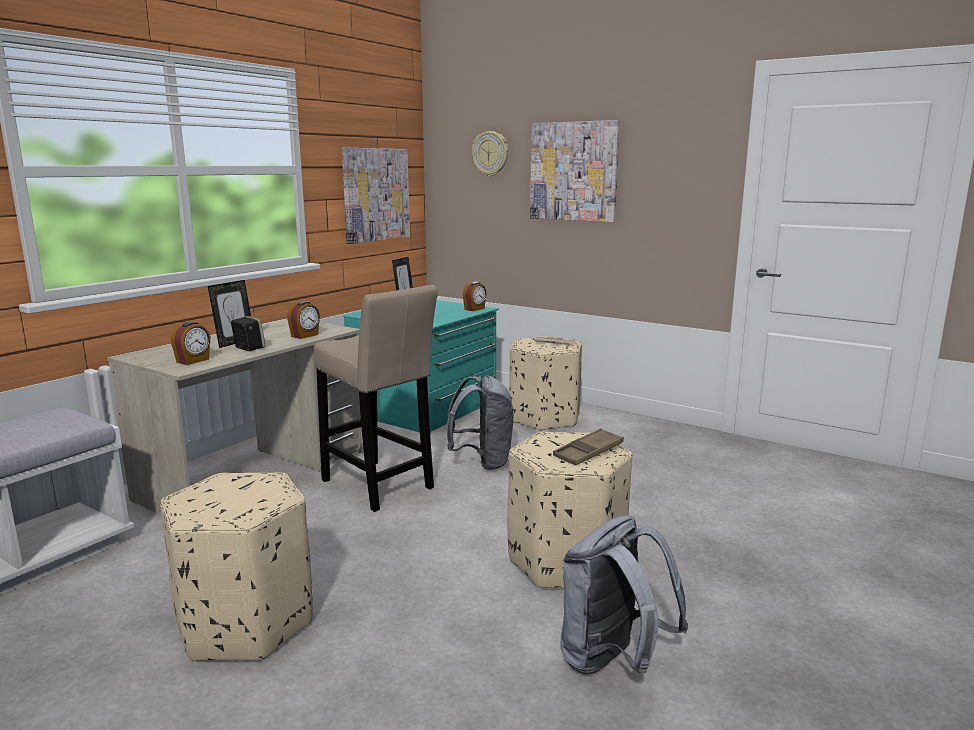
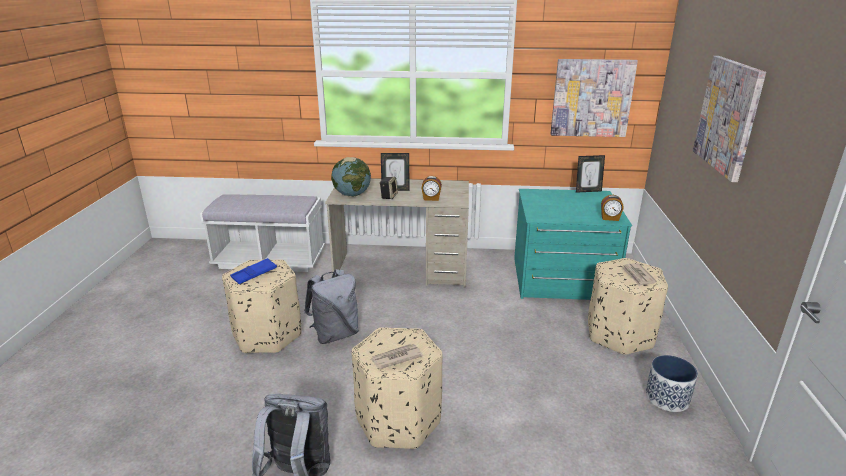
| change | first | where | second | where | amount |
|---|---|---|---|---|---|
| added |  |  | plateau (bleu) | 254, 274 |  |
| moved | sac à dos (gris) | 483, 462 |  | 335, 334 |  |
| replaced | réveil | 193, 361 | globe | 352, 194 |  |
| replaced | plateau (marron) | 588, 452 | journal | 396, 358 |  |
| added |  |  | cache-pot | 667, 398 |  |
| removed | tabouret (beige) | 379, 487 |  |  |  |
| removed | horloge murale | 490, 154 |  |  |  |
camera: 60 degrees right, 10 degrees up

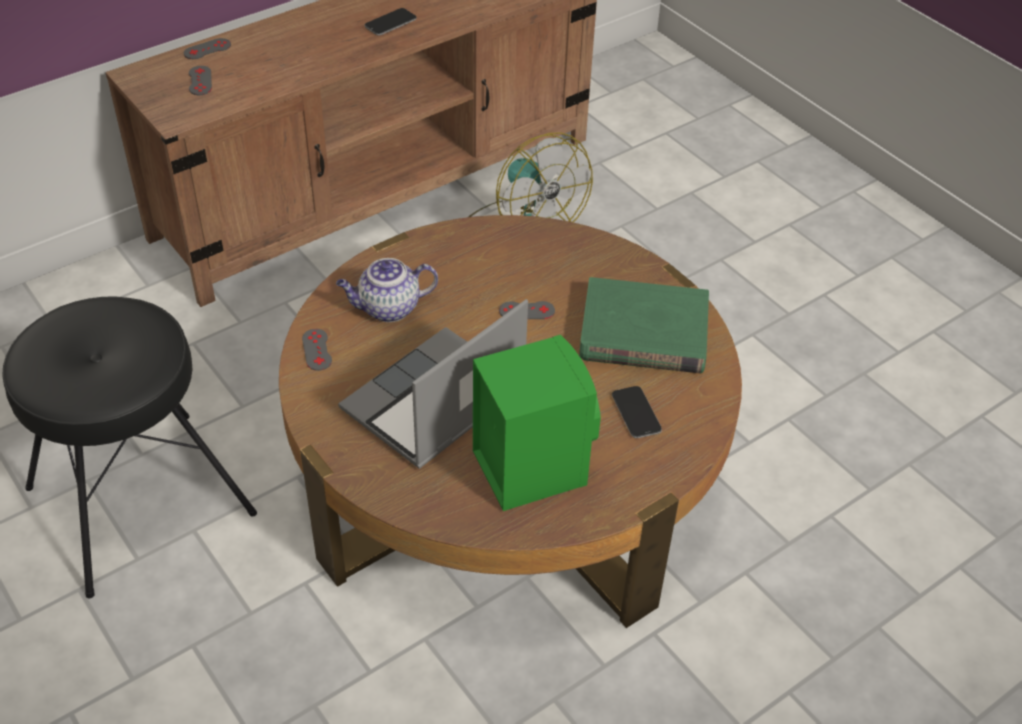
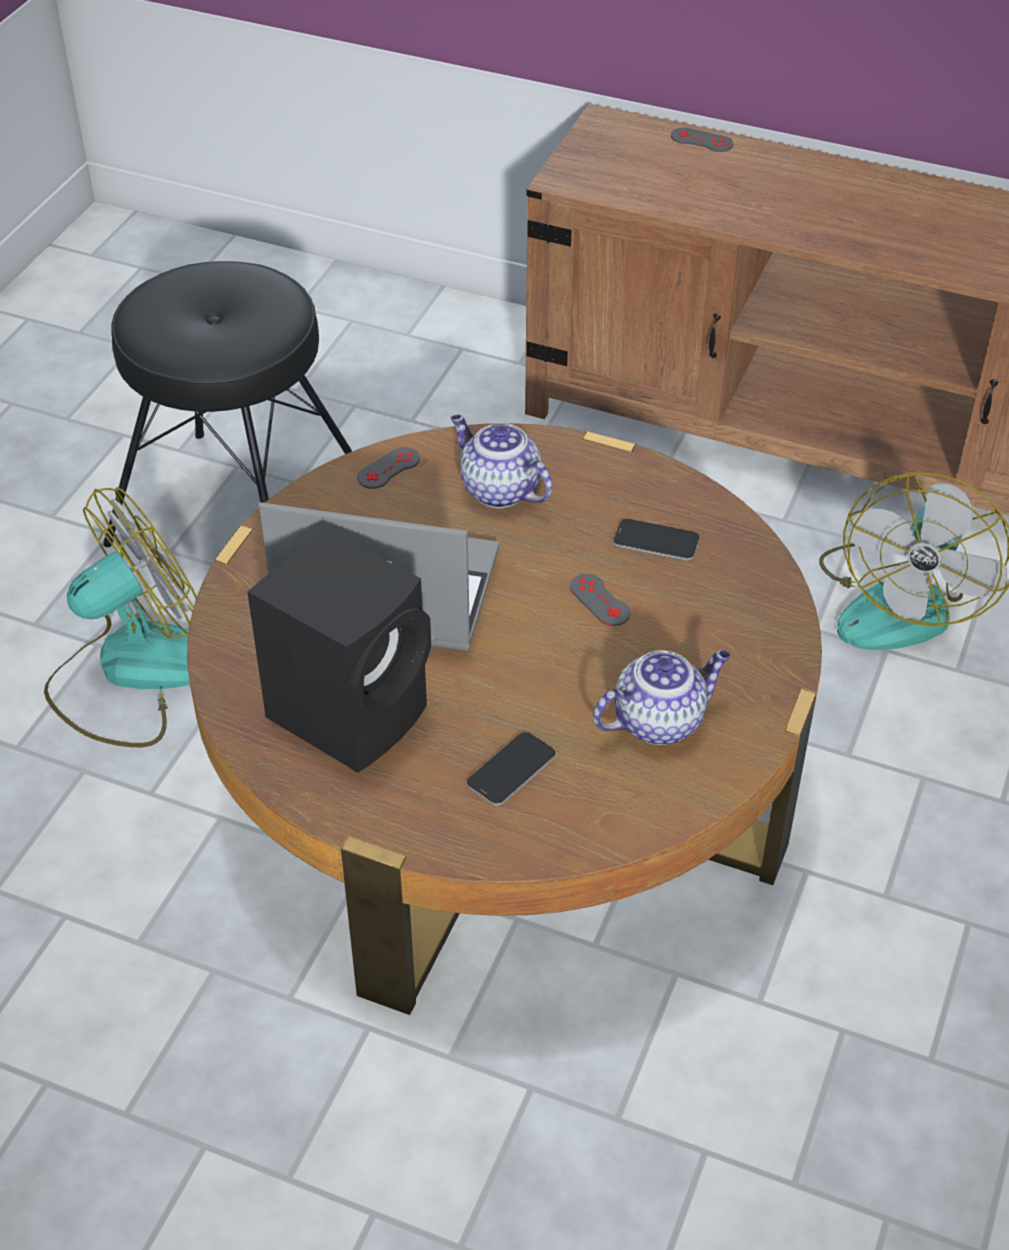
| change | first | where | second | where | amount |
|---|---|---|---|---|---|
| added |  |  | ventilateur | 132, 672 |  |
| recoloured | enceinte (vert) | 529, 465 | enceinte (noir) | 352, 710 |  |
| replaced | livre (vert) | 643, 332 | théière | 660, 720 |  |
| moved | téléphone | 390, 23 |  | 656, 541 |  |
| removed | manette (gris) | 200, 81 |  |  |  |
camera: 60 degrees right, 0 degrees up

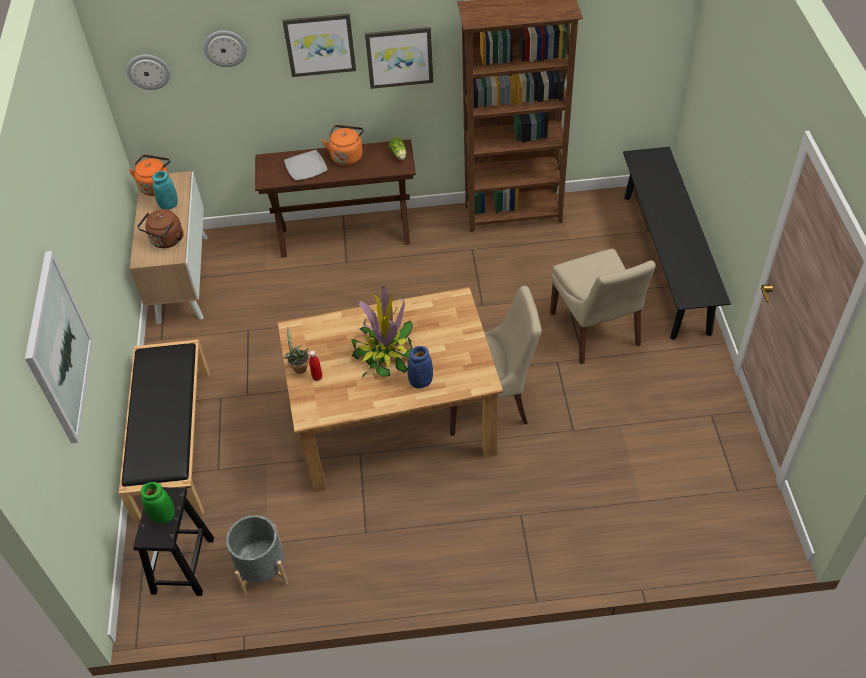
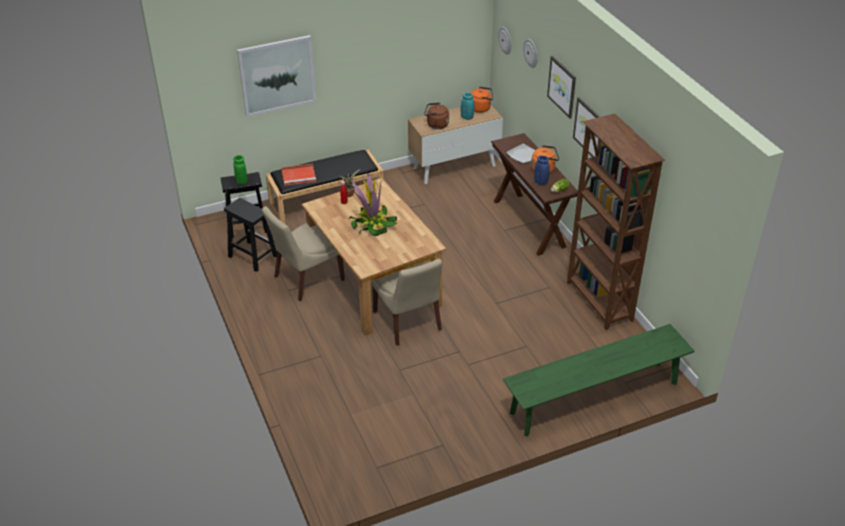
| change | first | where | second | where | amount |
|---|---|---|---|---|---|
| replaced | cache-pot (gris) | 263, 570 | tabouret (noir) | 252, 256 |  |
| moved | chaise (beige) | 596, 331 |  | 307, 279 |  |
| added |  |  | plateau (rouge) | 299, 176 |  |
| recoloured | banc (noir) | 665, 262 | banc (vert) | 594, 398 |  |
| moved | vase (bleu) | 421, 382 |  | 540, 182 |  |
camera: 70 degrees right, 10 degrees down

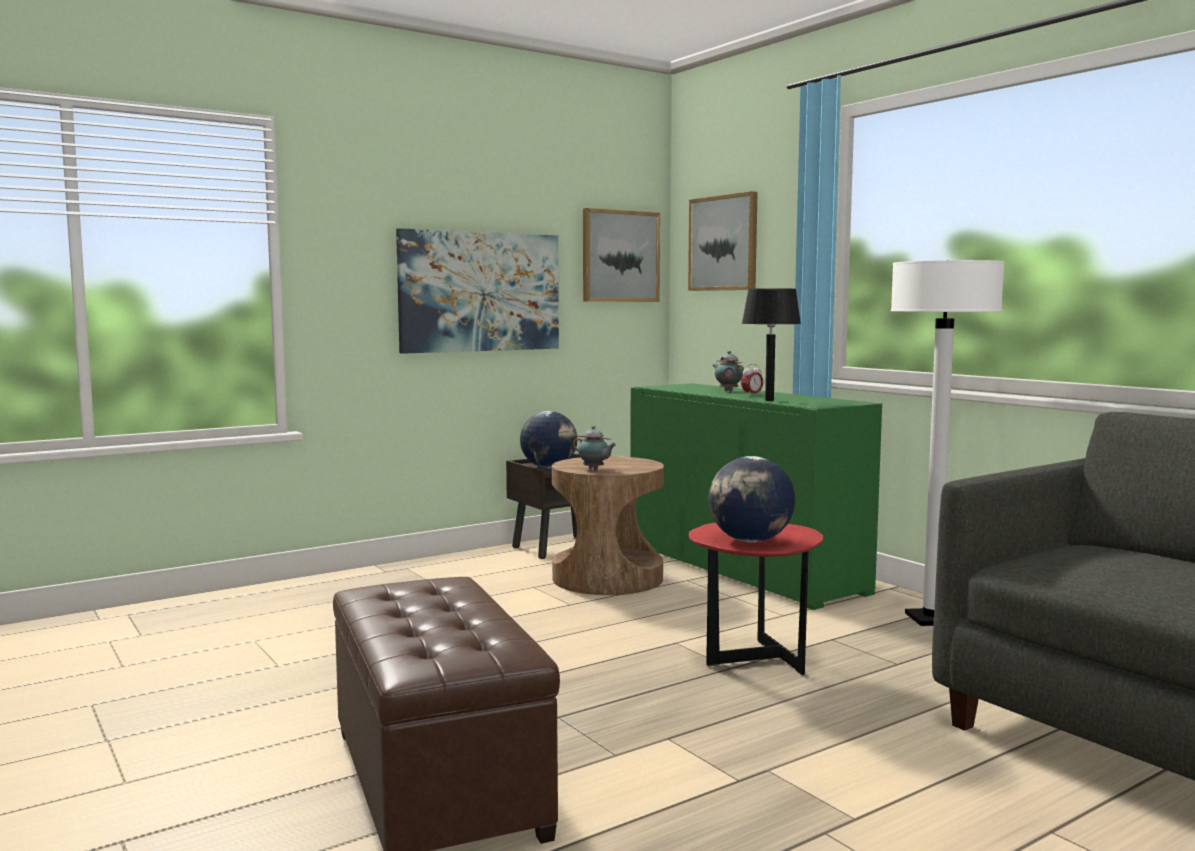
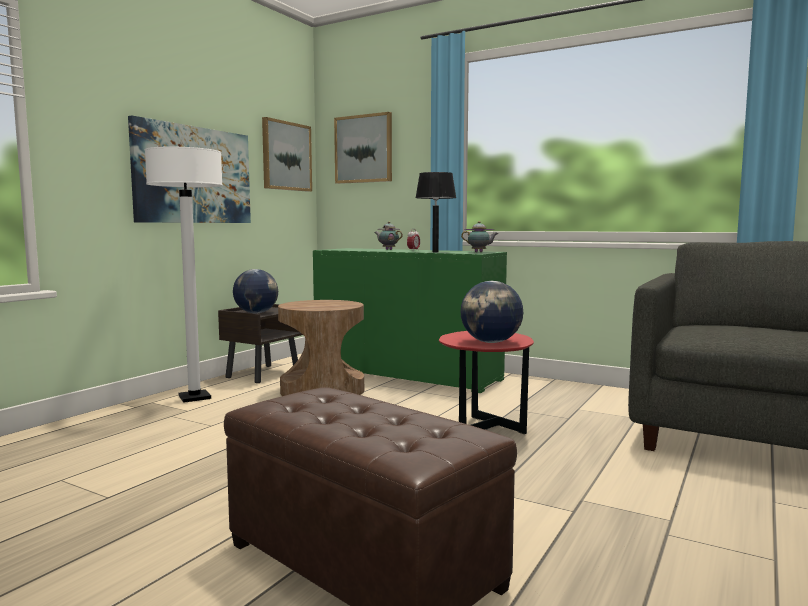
| change | first | where | second | where | amount |
|---|---|---|---|---|---|
| moved | lampadaire (blanc) | 931, 619 |  | 194, 397 |  |
| moved | théière | 594, 469 |  | 479, 252 |  |
camera: 25 degrees left, 0 degrees up

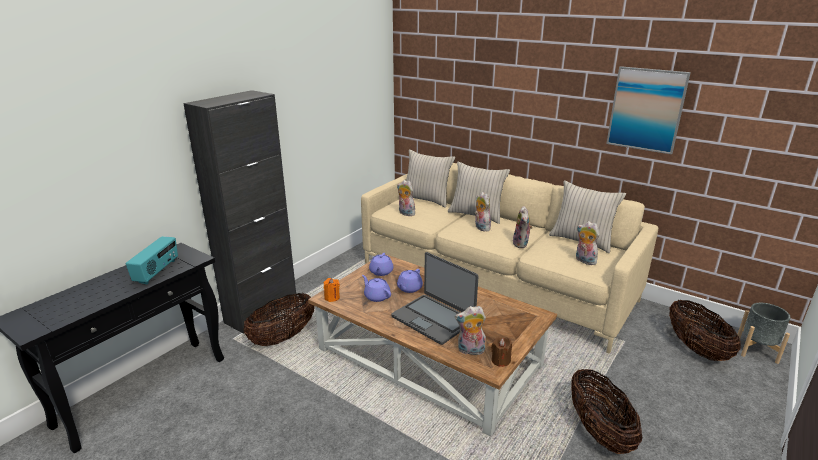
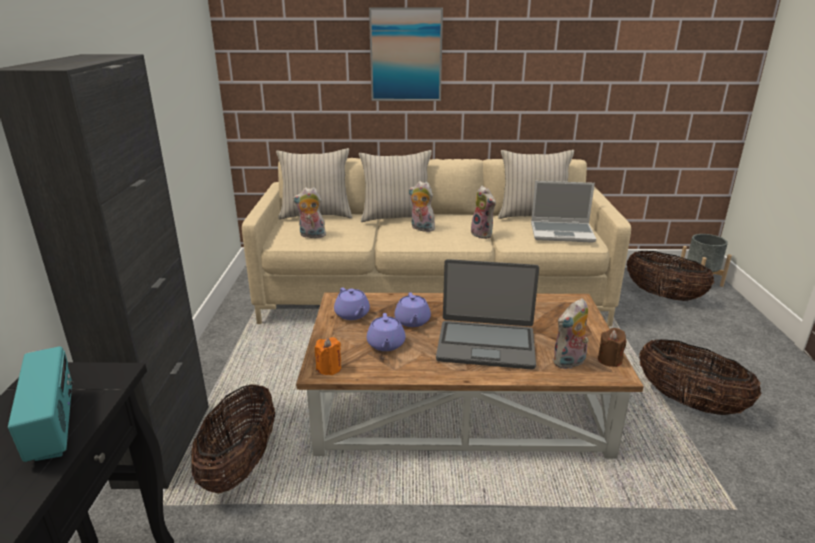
| change | first | where | second | where | amount |
|---|---|---|---|---|---|
| turned | théière (violet) | 376, 296 |  | 386, 345 | 105 degrees counterclockwise |
| moved | tableau | 646, 109 |  | 406, 55 |  |
| replaced | peluche | 584, 261 | ordinateur portable | 562, 233 |  |
camera: 35 degrees left, 0 degrees up

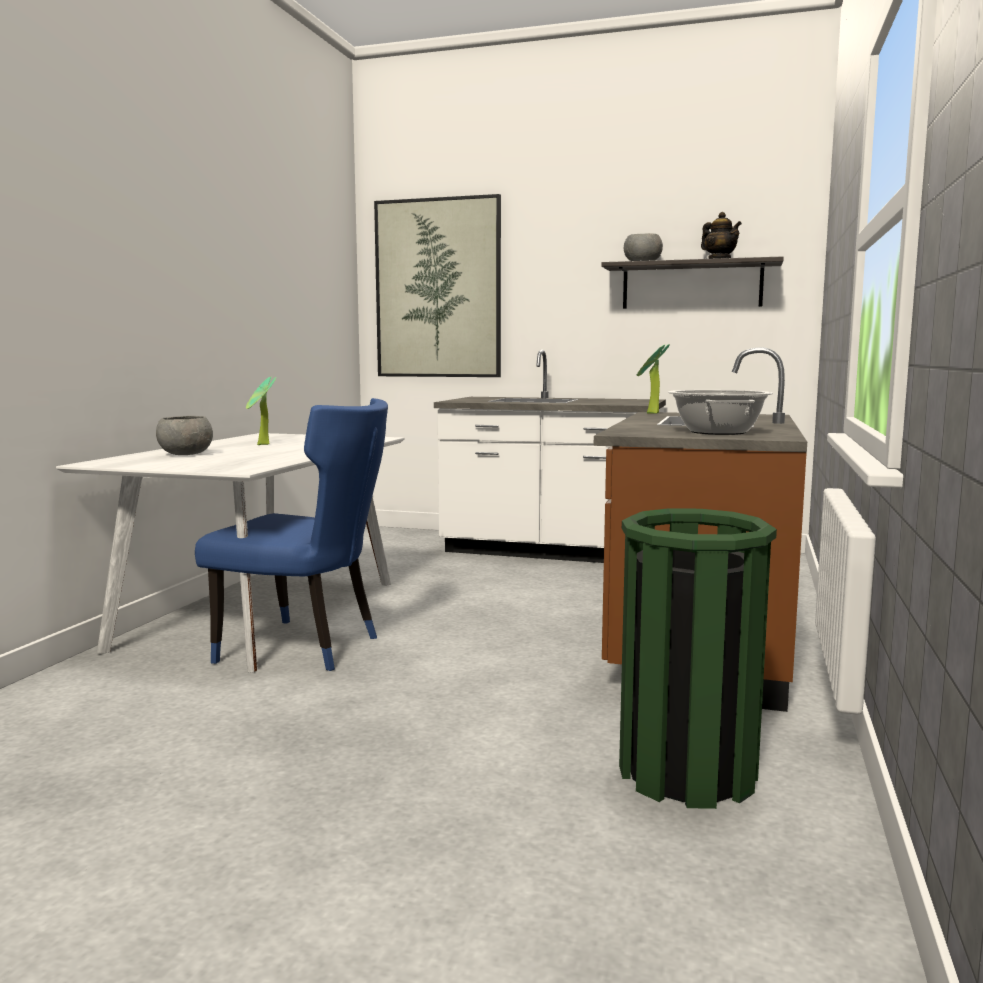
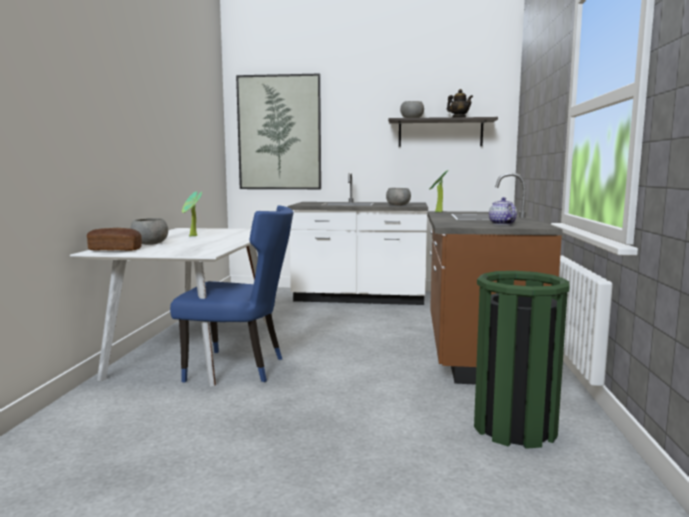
| change | first | where | second | where | amount |
|---|---|---|---|---|---|
| added |  |  | pain | 115, 250 |  |
| added |  |  | bol (gris) | 398, 205 |  |
| replaced | marmite | 717, 432 | théière | 501, 224 |  |
camera: 10 degrees left, 0 degrees up

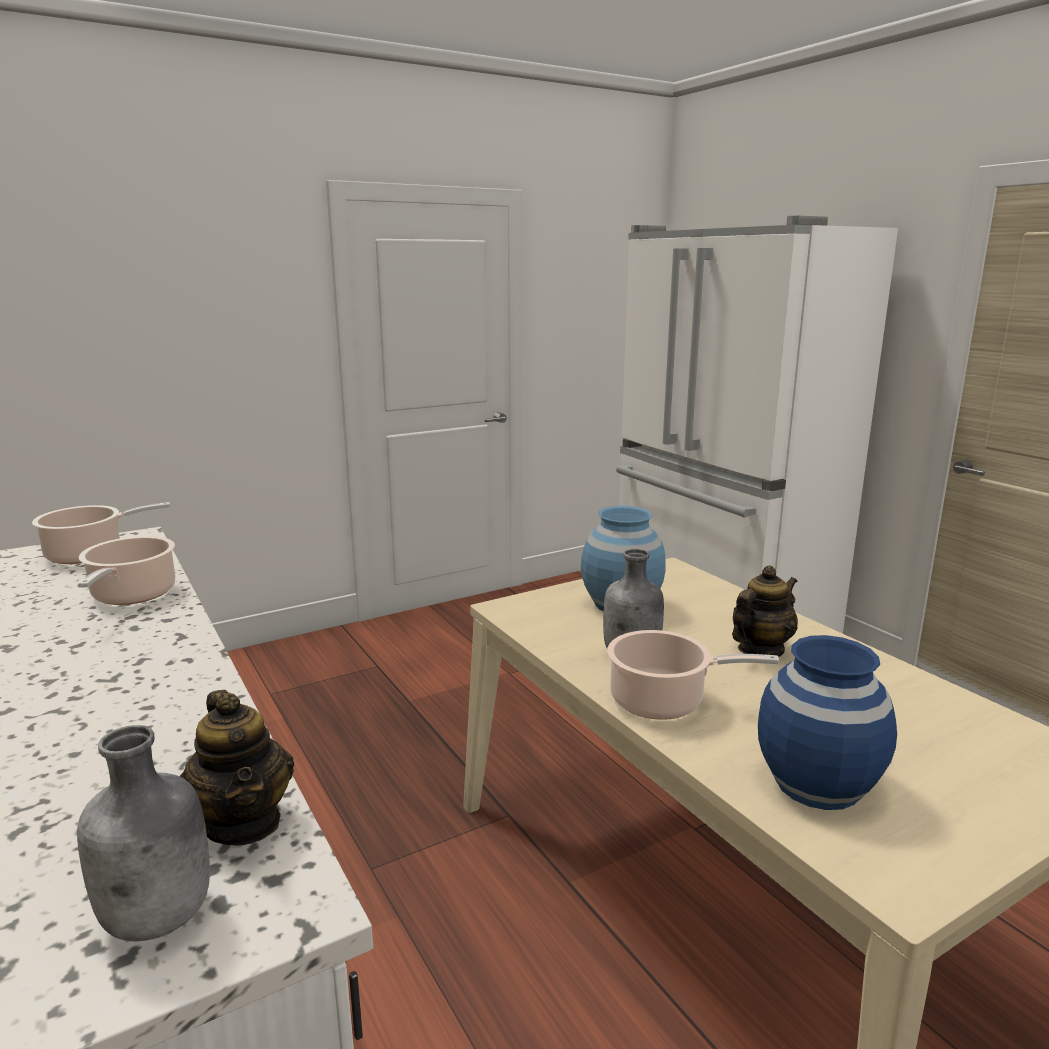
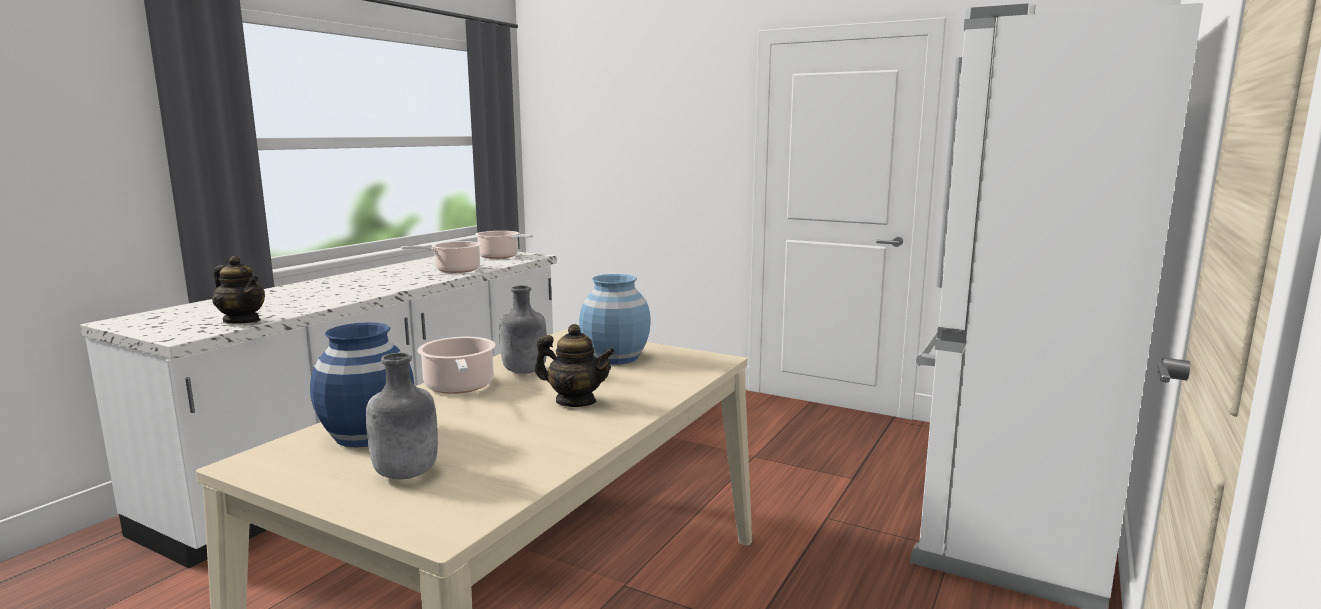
| change | first | where | second | where | amount |
|---|---|---|---|---|---|
| turned | théière | 243, 822 |  | 242, 321 | 90 degrees counterclockwise |
| moved | bouteille (gris) | 160, 916 |  | 406, 474 |  |
camera: 60 degrees right, 5 degrees down

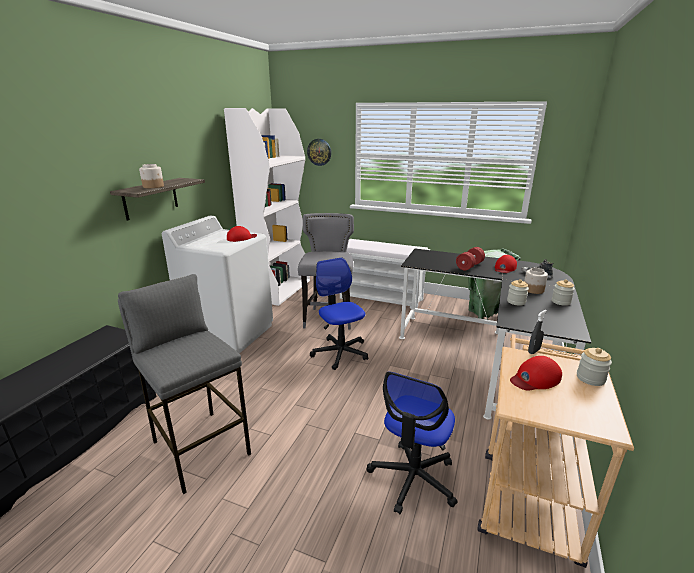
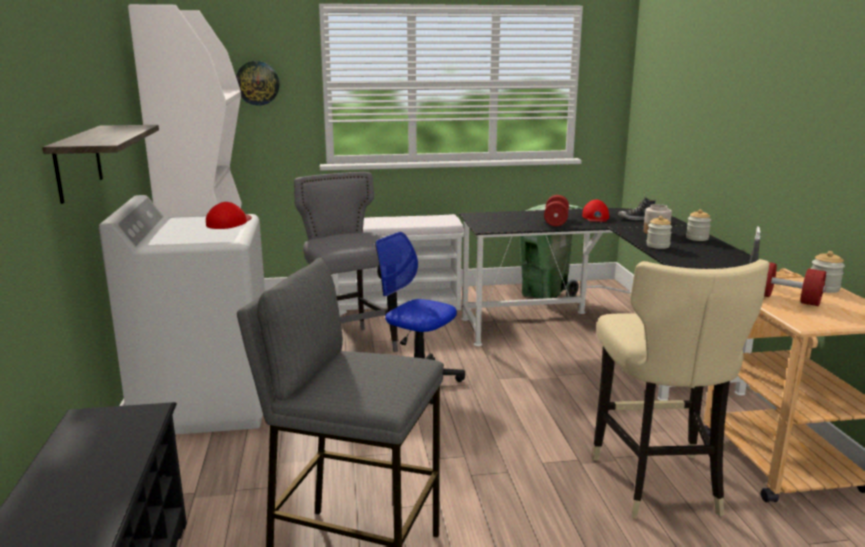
| change | first | where | second | where | amount |
|---|---|---|---|---|---|
| replaced | chaise de bureau | 413, 478 | tabouret (beige) | 657, 482 |  |
| replaced | casquette (rouge) | 535, 378 | haltère (rouge) | 785, 299 |  |
| removed | bocal | 153, 186 |  |  |  |
camera: 30 degrees left, 5 degrees down

